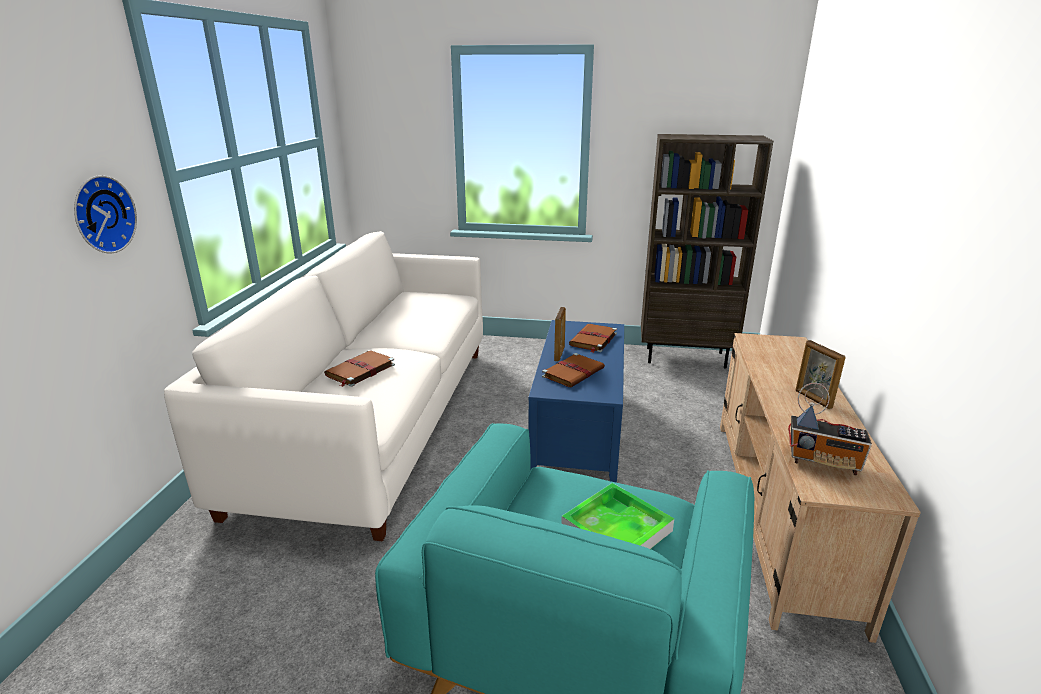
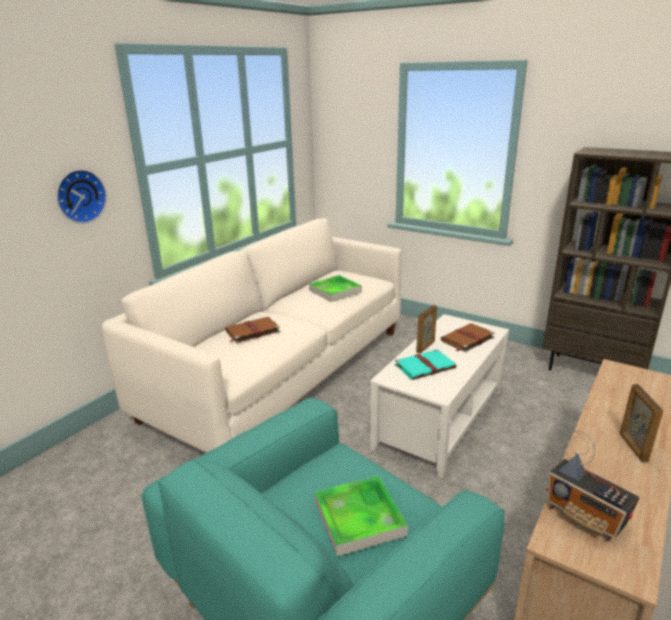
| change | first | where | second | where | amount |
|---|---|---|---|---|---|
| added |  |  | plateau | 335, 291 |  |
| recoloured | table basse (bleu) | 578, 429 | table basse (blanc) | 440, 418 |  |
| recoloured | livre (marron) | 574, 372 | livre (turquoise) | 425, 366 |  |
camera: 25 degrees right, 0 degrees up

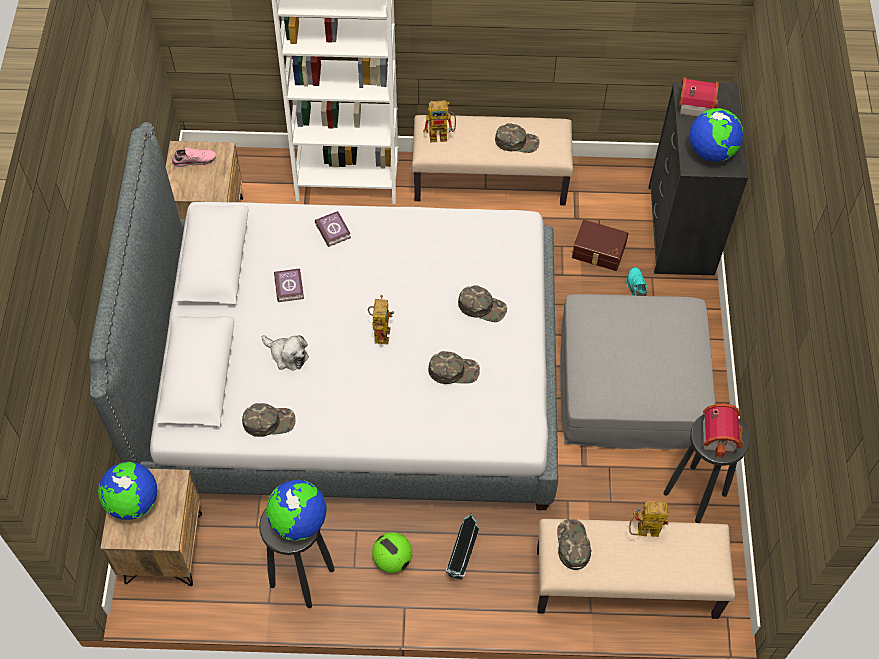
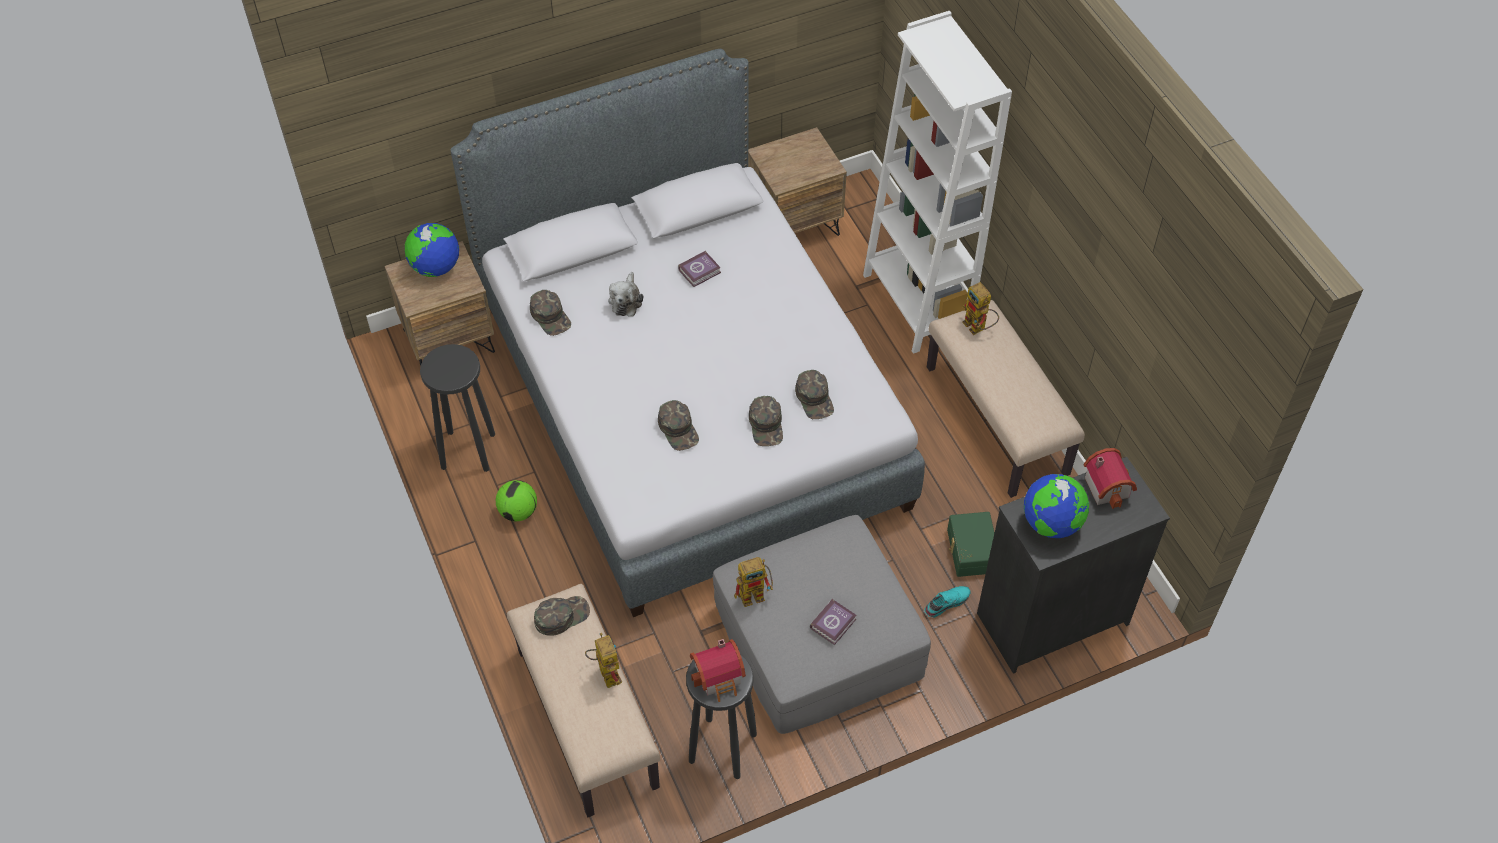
| change | first | where | second | where | amount |
|---|---|---|---|---|---|
| moved | robot jouet | 380, 330 |  | 756, 593 |  |
| moved | casquette (vert) | 517, 141 |  | 815, 398 |  |
| moved | livre | 333, 230 |  | 834, 623 |  |
| recoloured | boîte de rangement (marron) | 598, 252 | boîte de rangement (vert) | 970, 551 |  |
| removed | chaussure (rose) | 194, 160 |  |  |  |
| removed | globe | 298, 521 |  |  |  |
| removed | maison miniature | 461, 556 |  |  |  |
camera: 65 degrees right, 5 degrees down

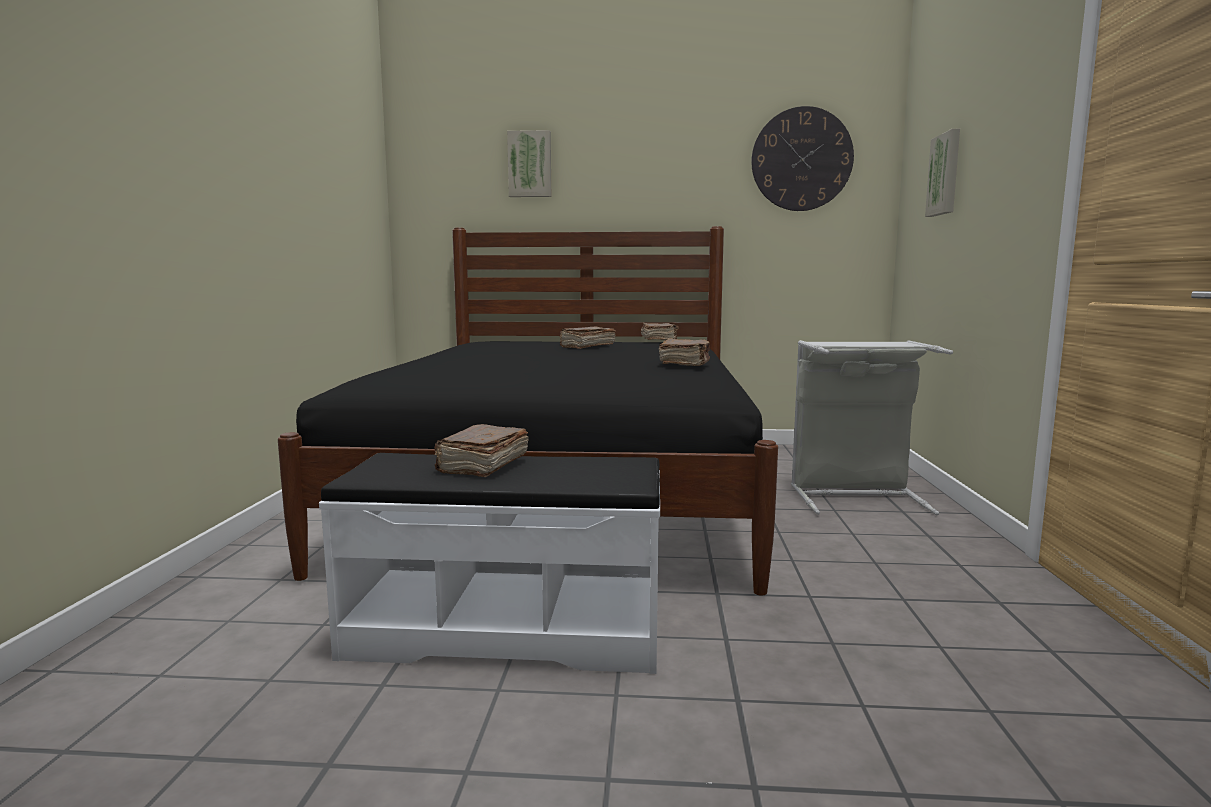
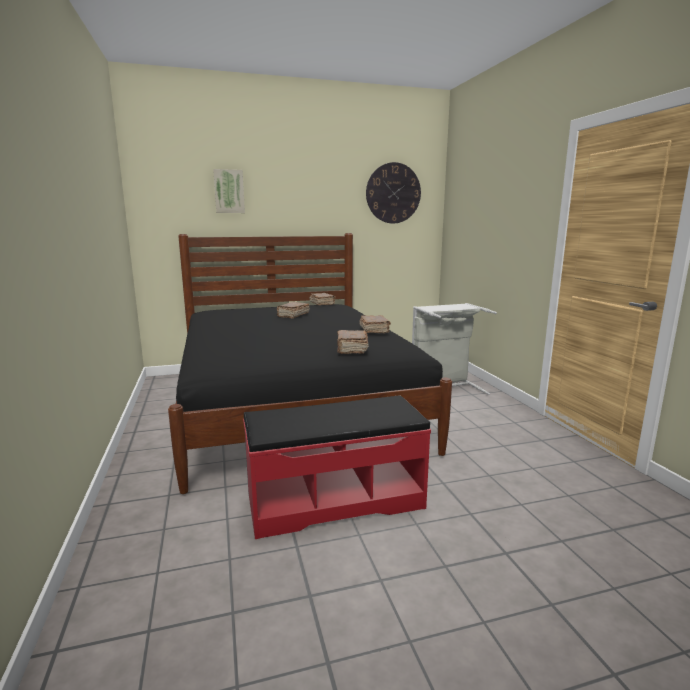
| change | first | where | second | where | amount |
|---|---|---|---|---|---|
| recoloured | banc (blanc) | 507, 630 | banc (rouge) | 334, 500 |  |
| moved | livre (marron) | 482, 466 |  | 351, 349 |  |
| removed | tableau | 945, 174 |  |  |  |
camera: 20 degrees left, 5 degrees up

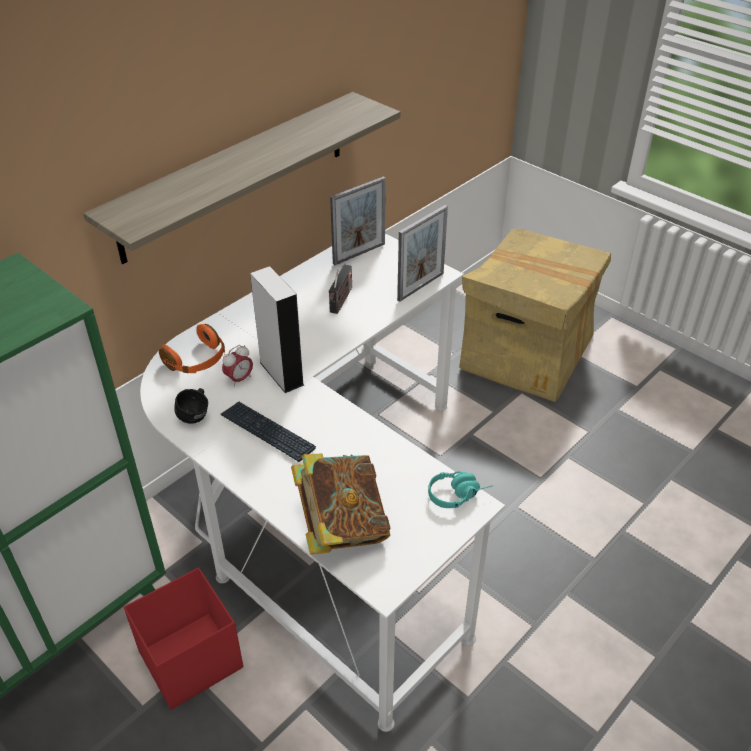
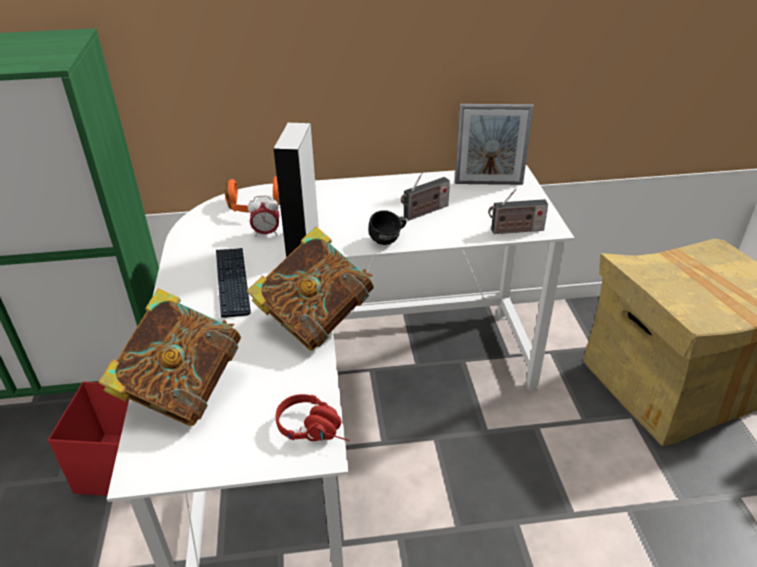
| change | first | where | second | where | amount |
|---|---|---|---|---|---|
| added |  |  | livre | 316, 321 |  |
| recoloured | casque audio (turquoise) | 459, 494 | casque audio (rouge) | 316, 430 |  |
| moved | mug (noir) | 196, 415 |  | 389, 240 |  |
| replaced | cadre photo | 420, 286 | radio | 515, 230 |  |
| removed | étagère | 235, 175 |  |  |  |
camera: 40 degrees right, 5 degrees down

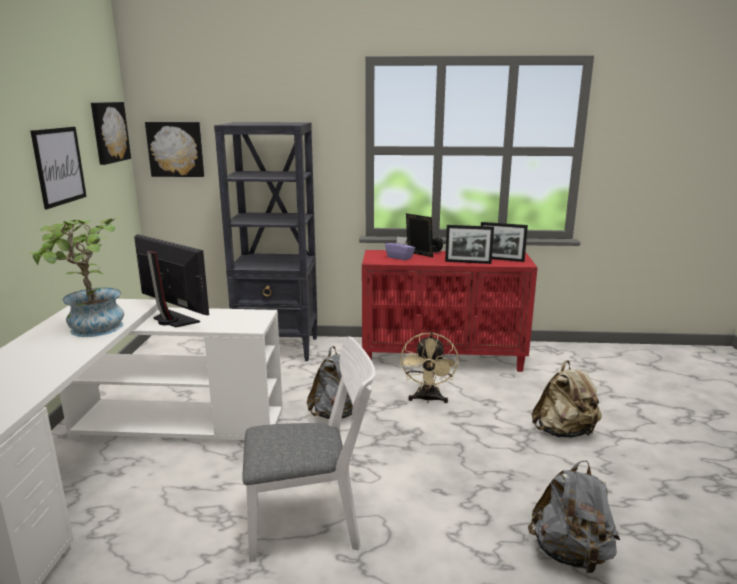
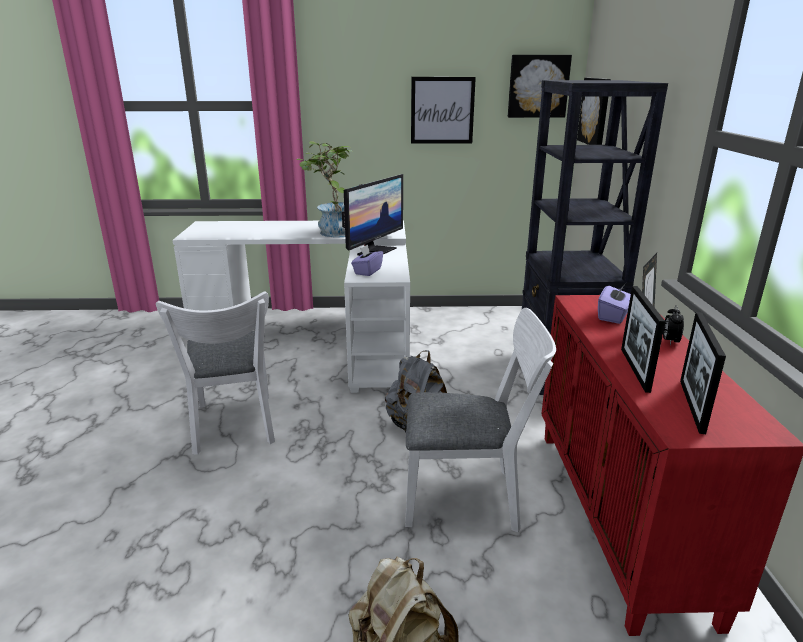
| change | first | where | second | where | amount |
|---|---|---|---|---|---|
| added |  |  | boîte à mouchoirs (violet) | 367, 271 |  |
| replaced | ventilateur (beige) | 428, 399 | chaise (blanc) | 471, 498 |  |
| removed | sac à dos (gris) | 571, 554 |  |  |  |
camera: 85 degrees right, 5 degrees up

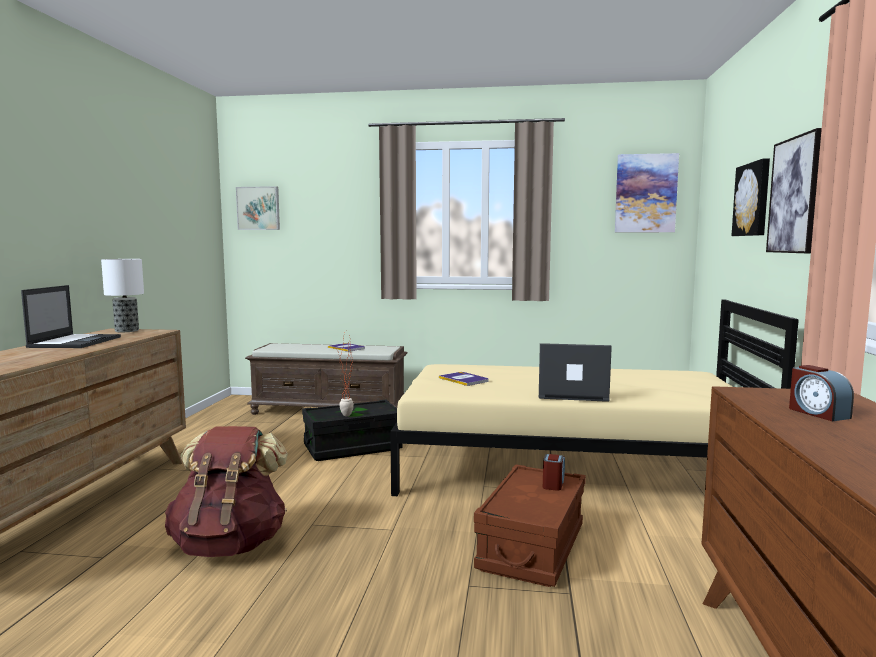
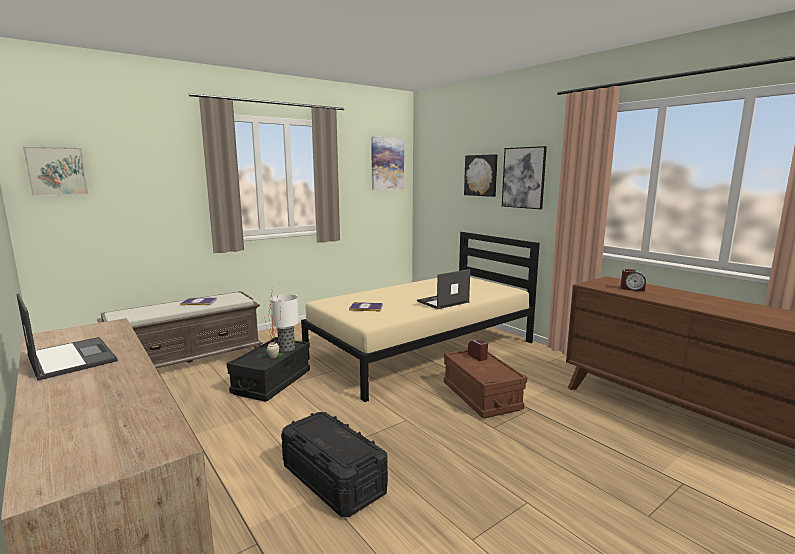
| change | first | where | second | where | amount |
|---|---|---|---|---|---|
| moved | lampe de table | 126, 330 |  | 286, 348 |  |
| replaced | sac à dos (marron) | 230, 544 | boîte de rangement (noir) | 333, 479 |  |
camera: 45 degrees left, 5 degrees up

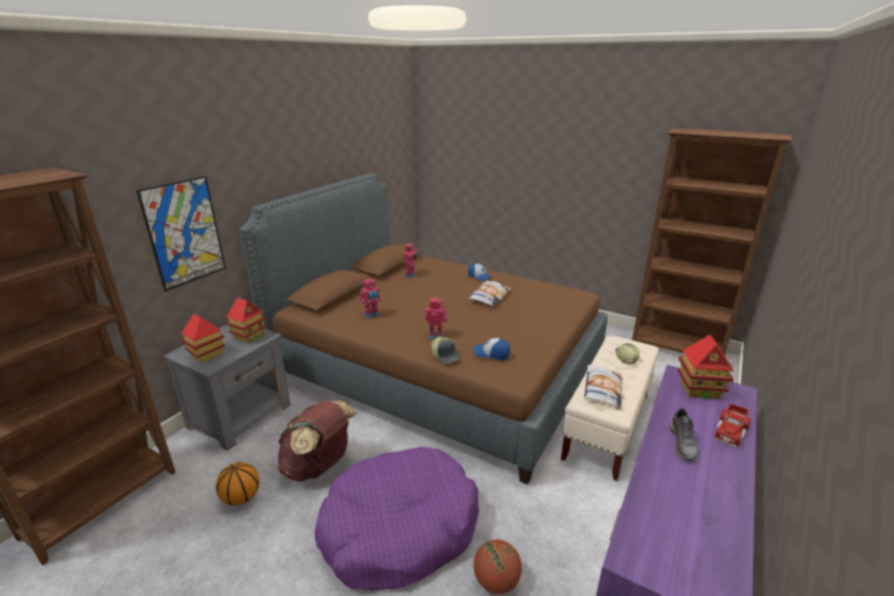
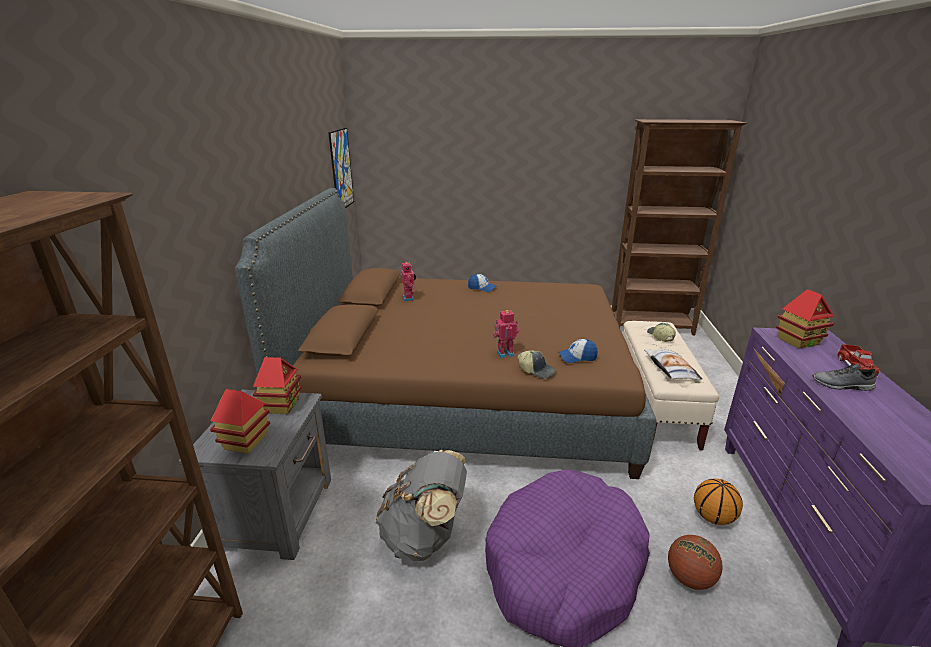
| change | first | where | second | where | amount |
|---|---|---|---|---|---|
| moved | tableau | 184, 233 |  | 341, 169 |  |
| recoloured | sac à dos (marron) | 319, 466 | sac à dos (gris) | 425, 536 |  |
| moved | ballon de basket | 241, 497 |  | 712, 517 |  |
| turned | chaussure (gris) | 683, 443 |  | 842, 385 | 120 degrees clockwise |
| removed | robot jouet | 372, 315 |  |  |  |
| removed | coussin | 489, 296 |  |  |  |
camera: 25 degrees left, 0 degrees up

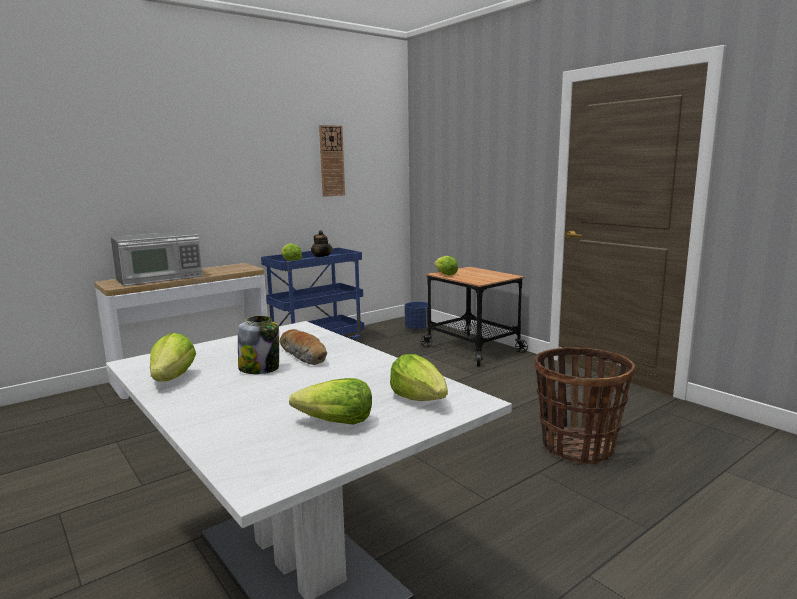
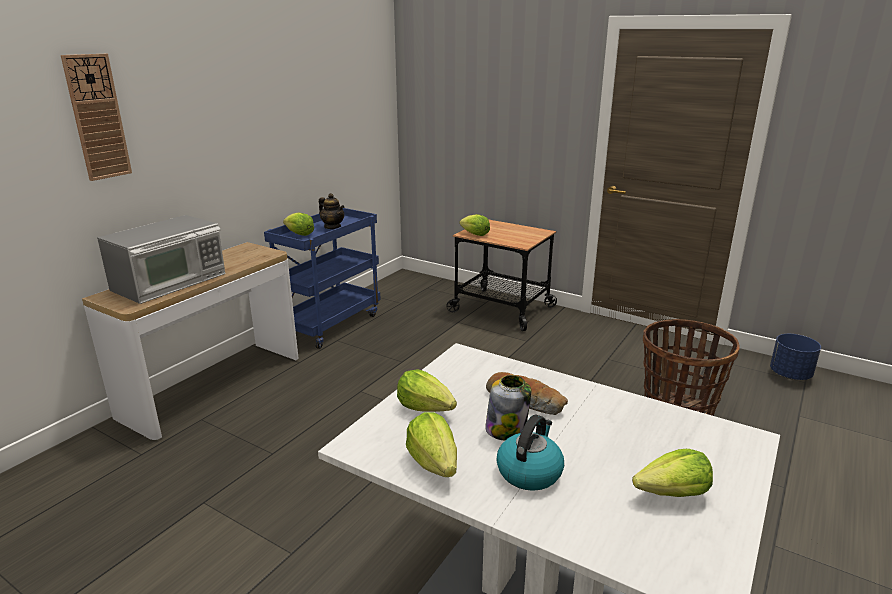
| change | first | where | second | where | amount |
|---|---|---|---|---|---|
| moved | horloge murale | 331, 161 |  | 97, 117 |  |
| moved | laitue | 420, 398 |  | 426, 407 |  |
| added |  |  | bouilloire | 529, 471 |  |
| moved | cache-pot (bleu) | 418, 329 |  | 789, 375 |  |
camera: 20 degrees left, 10 degrees up

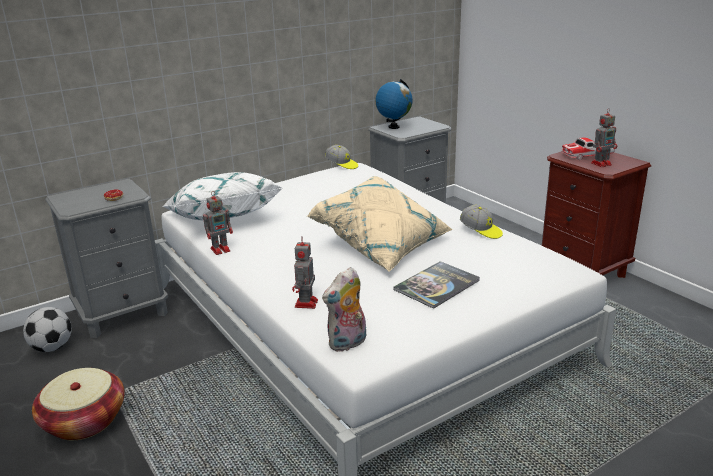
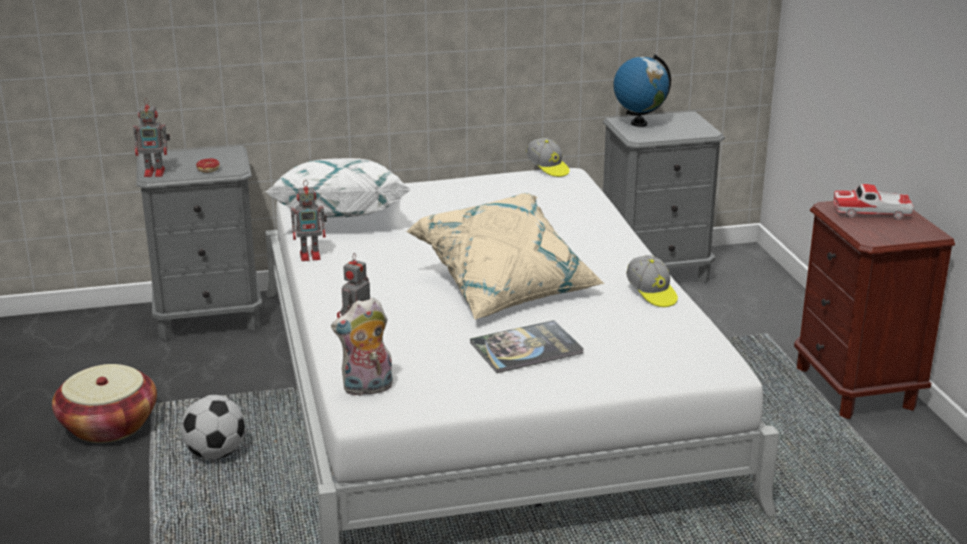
| change | first | where | second | where | amount |
|---|---|---|---|---|---|
| moved | robot jouet | 601, 163 |  | 156, 172 |  |
| moved | ballon de foot | 52, 347 |  | 215, 453 |  |
camera: 20 degrees right, 0 degrees up

